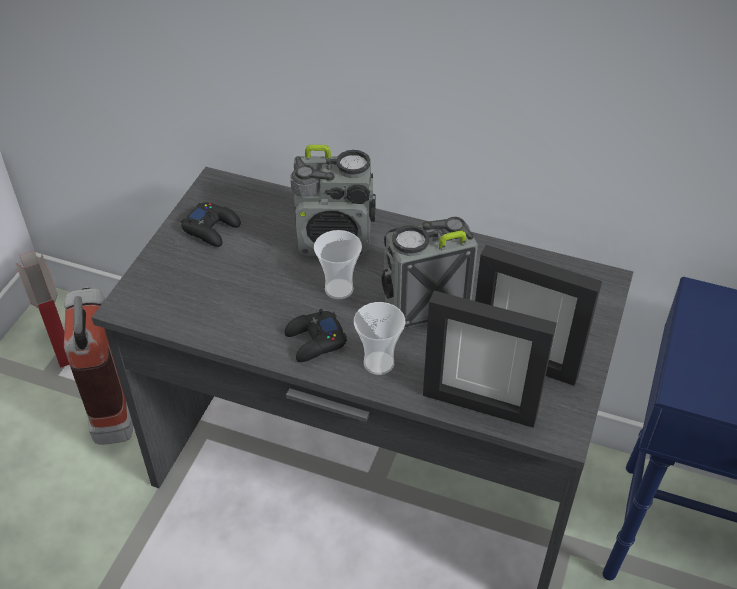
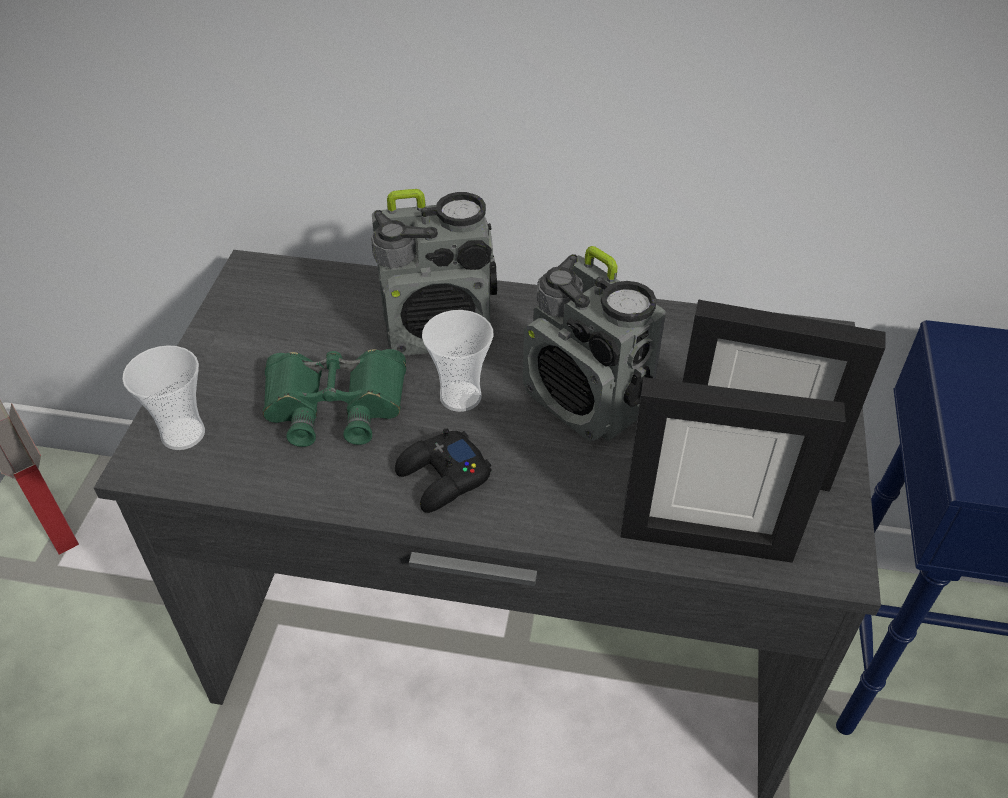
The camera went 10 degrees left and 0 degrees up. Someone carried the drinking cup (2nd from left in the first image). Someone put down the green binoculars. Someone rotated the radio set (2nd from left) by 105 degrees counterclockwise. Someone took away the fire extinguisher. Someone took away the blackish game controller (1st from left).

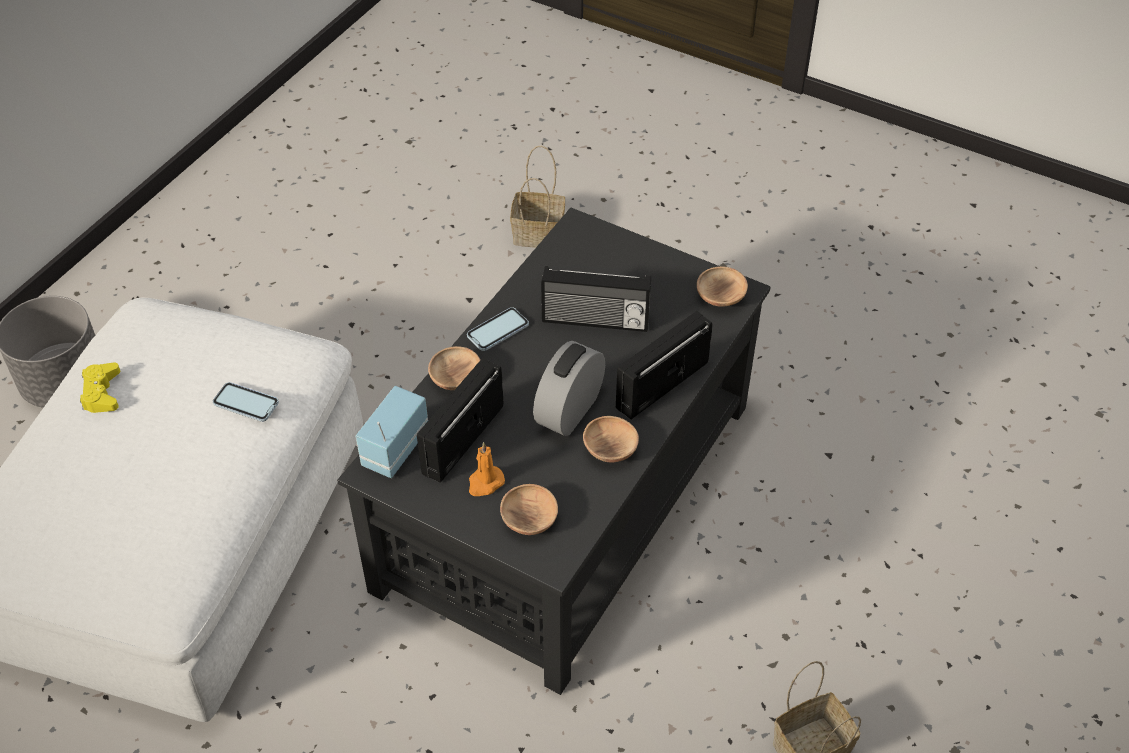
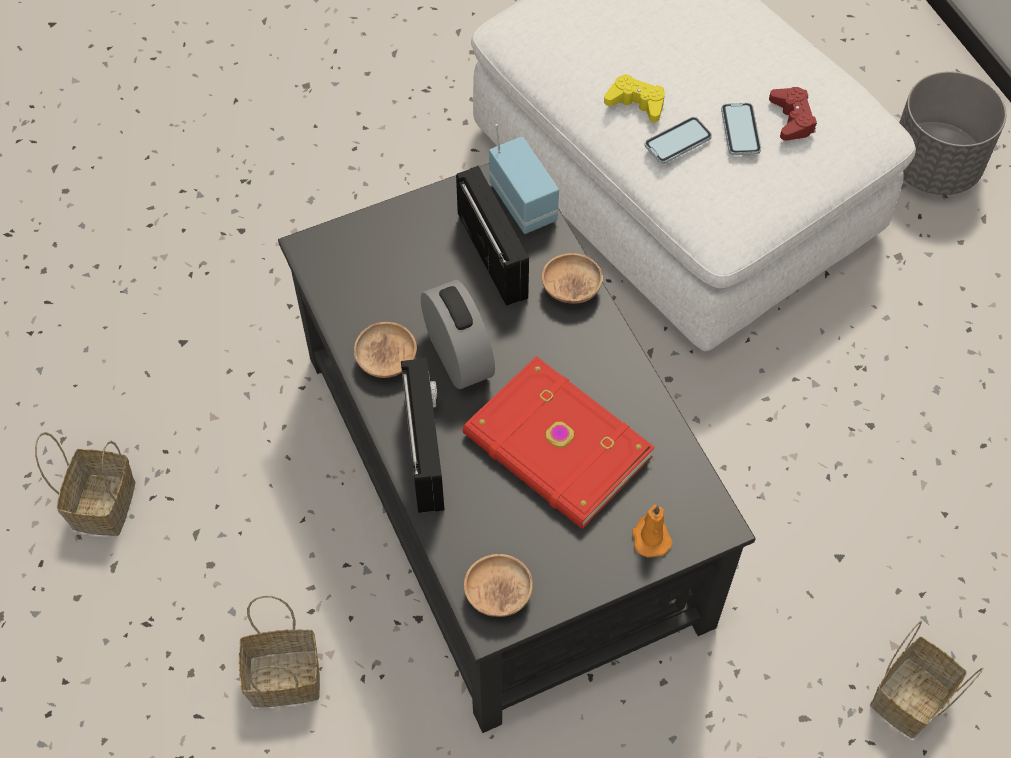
The camera went 125 degrees right and 10 degrees up. Someone put down the storage basket (2nd from left). Someone swapped the radio set (3rd from left) for the red bound book. Someone carried the yellow game controller. Someone carried the orange wax light. Someone carried the handset (2nd from left). Someone put down the red game controller. Someone took away the brown bowl (2nd from left).

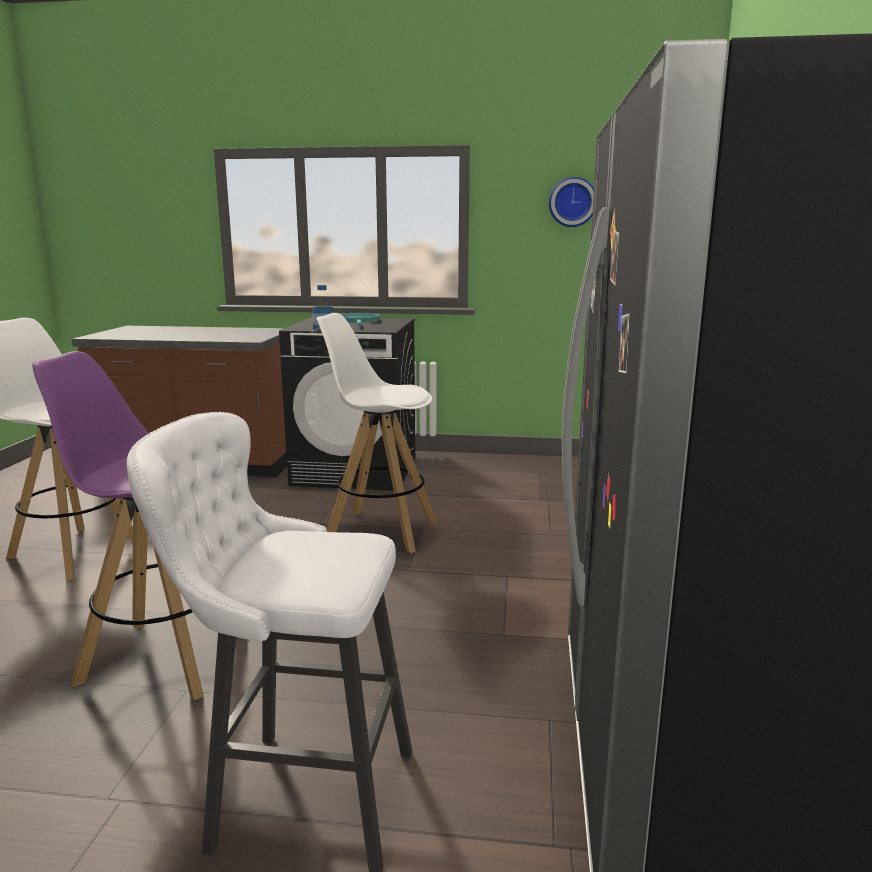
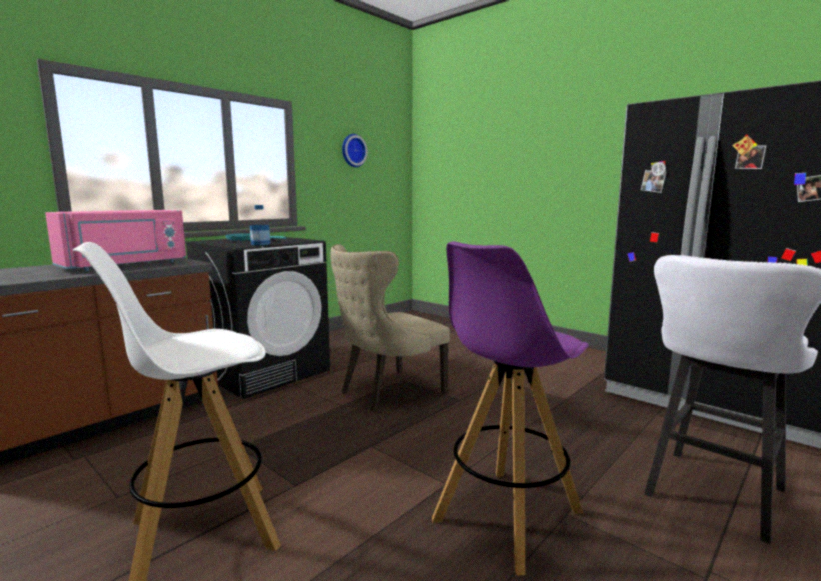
The camera went 55 degrees left and 5 degrees down. Someone put down the pink microwave. Someone swapped the white stool (3rd from left) for the beige upright chair.

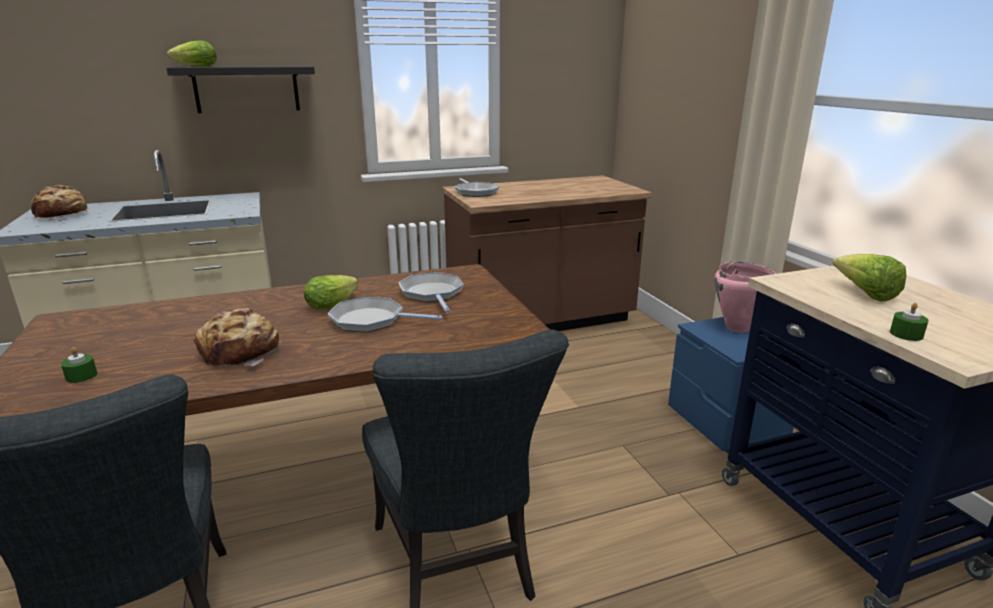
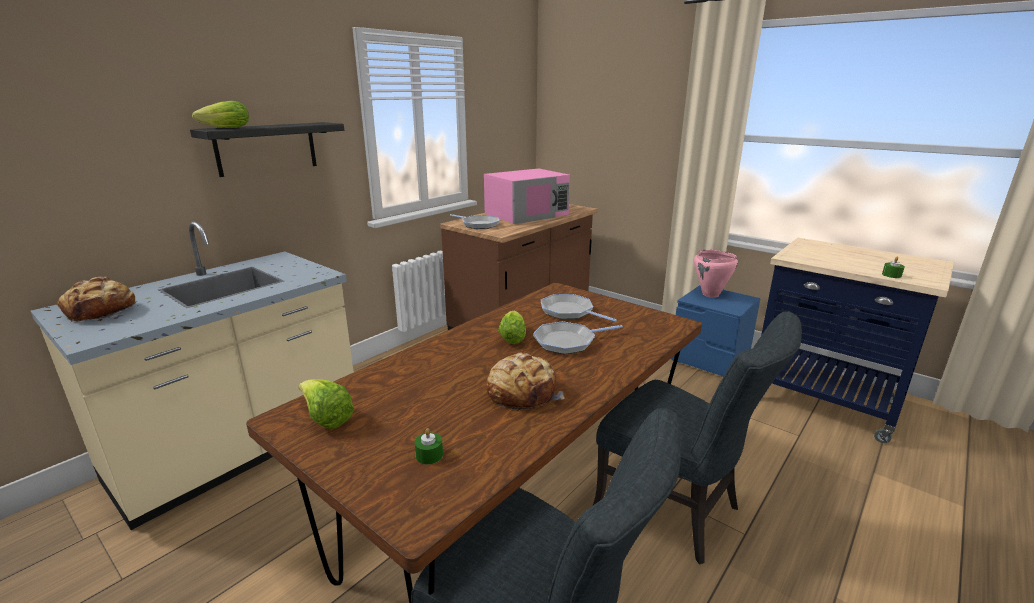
The camera went 30 degrees left and 0 degrees up. Someone carried the lettuce head (3rd from left in the first image). Someone put down the pink microwave.

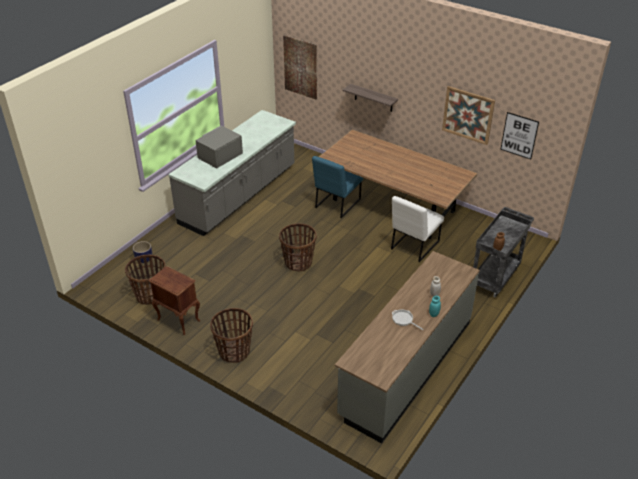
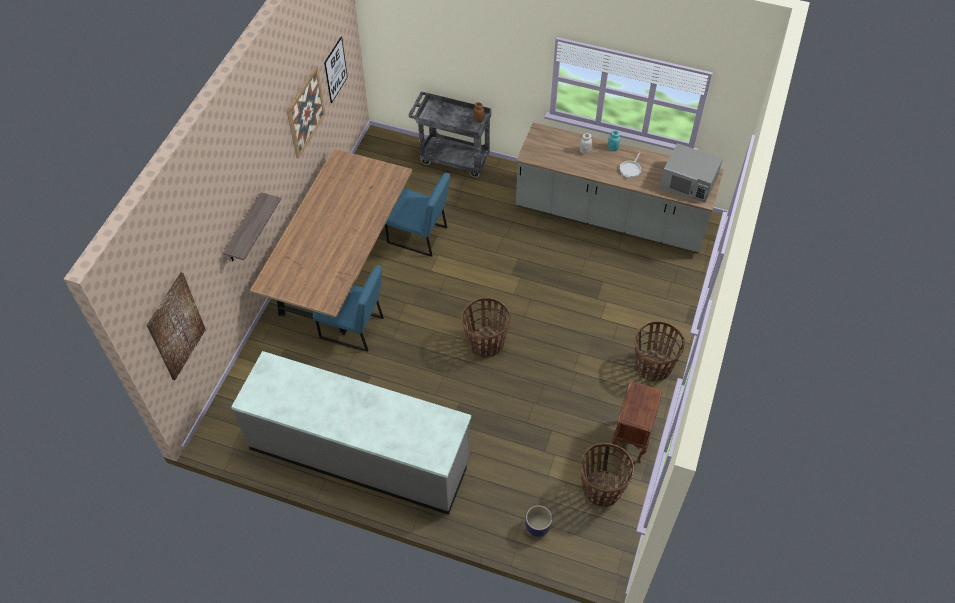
The camera went 105 degrees left and 15 degrees up. Someone repainted the white upright chair, which became the blue-coloured upright chair (2nd from left). Someone carried the greyish microwave.

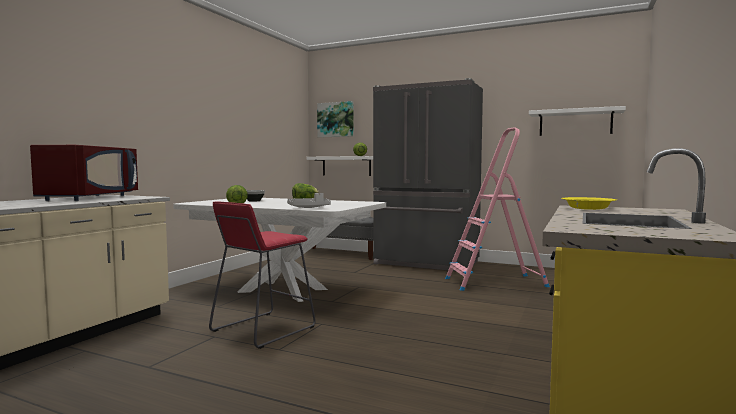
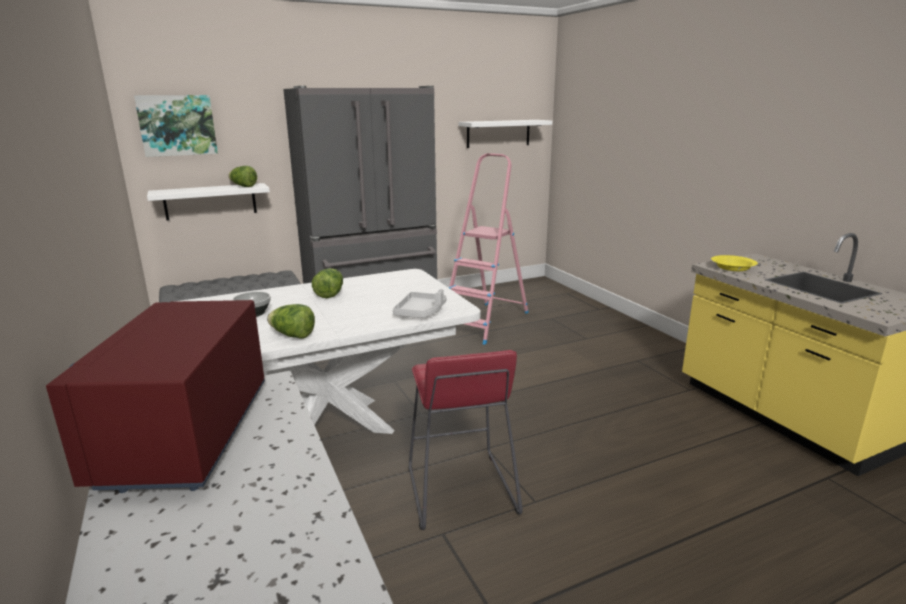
The camera went 50 degrees left and 15 degrees up. Someone rotated the red microwave by 135 degrees counterclockwise.

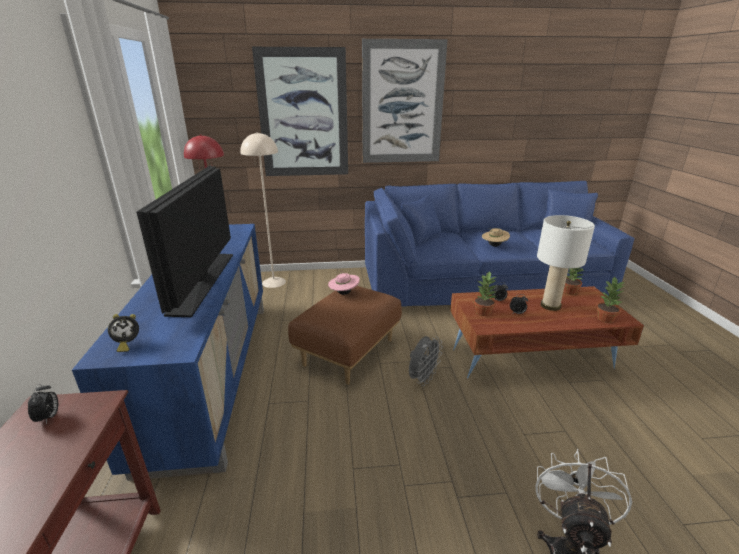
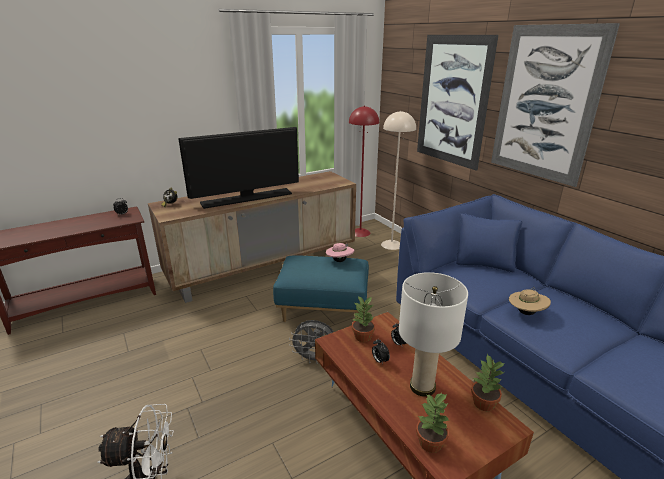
The camera went 65 degrees right and 0 degrees up. Someone repainted the blue-coloured tv stand, which became the brown tv stand. Someone repainted the brown footrest, which became the blue-coloured footrest.

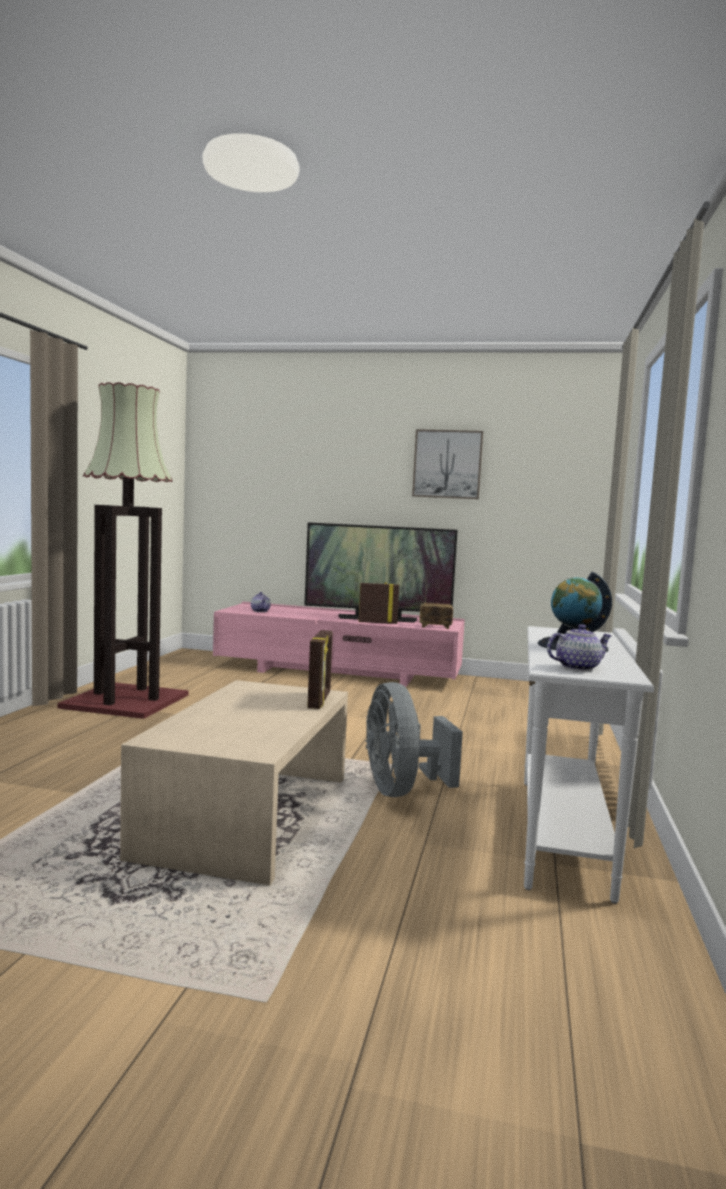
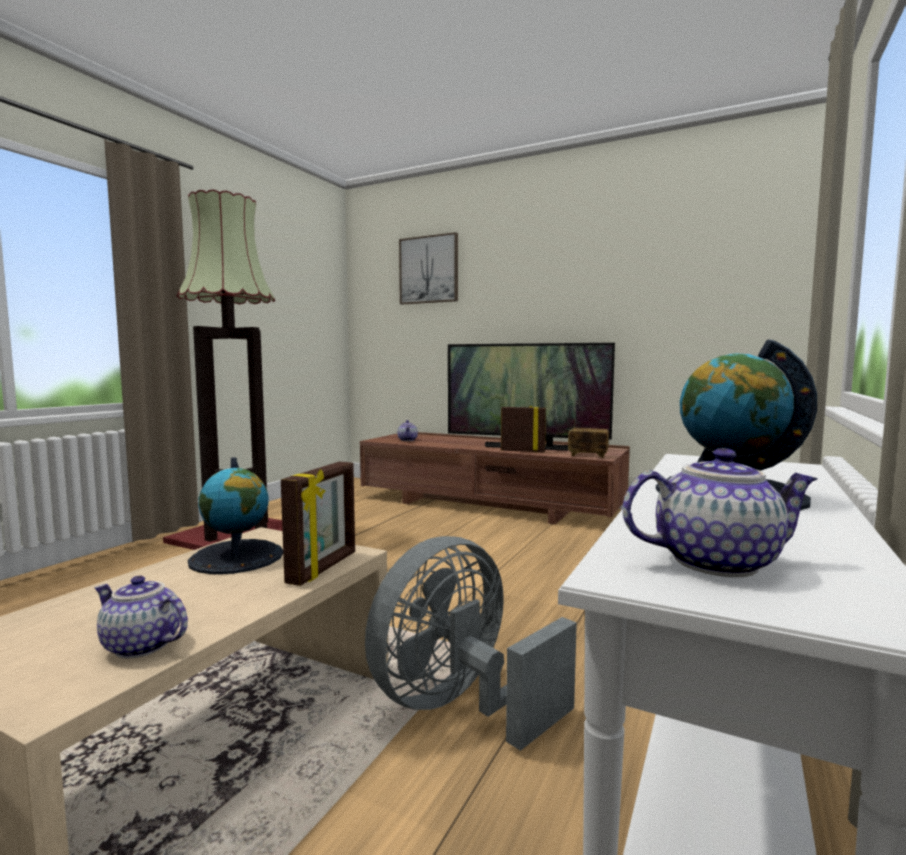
The camera went 15 degrees right and 0 degrees up. Someone put down the teapot (1st from left). Someone put down the globe (1st from left). Someone repainted the pink tv stand, which became the brown tv stand. Someone rotated the greyish fan by 45 degrees clockwise. Someone carried the wall art.

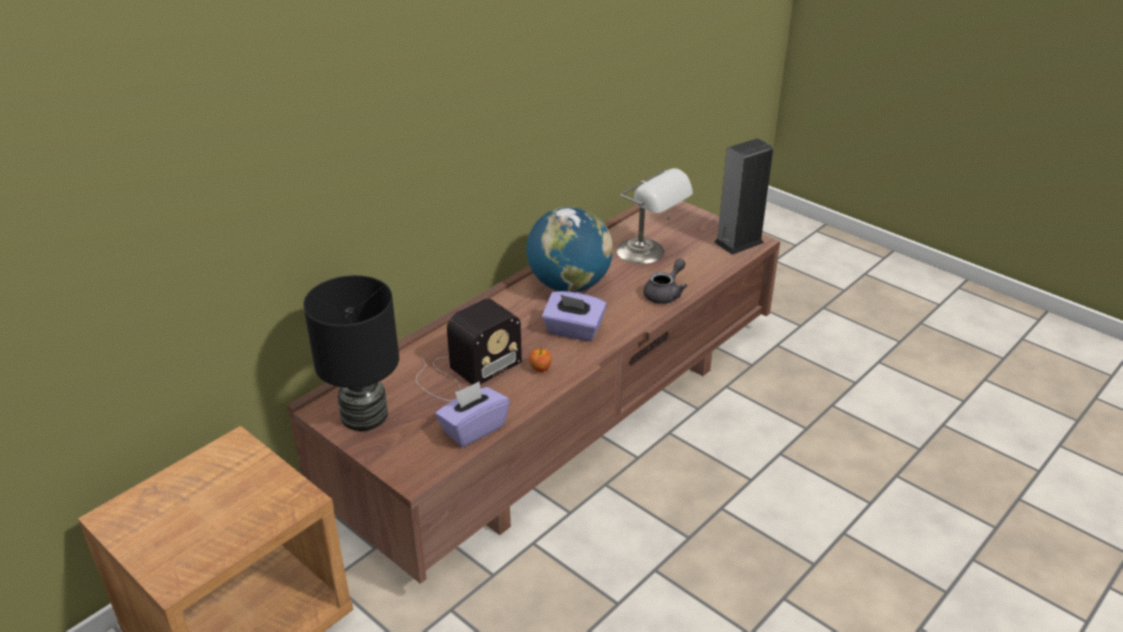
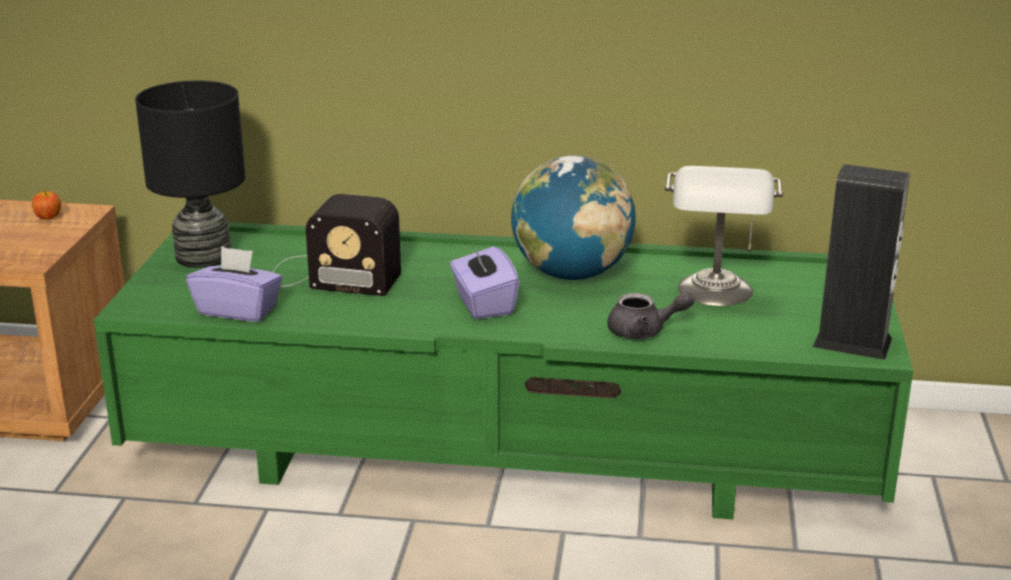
The camera went 55 degrees right and 10 degrees down. Someone carried the apple. Someone repainted the brown tv stand, which became the green tv stand.

